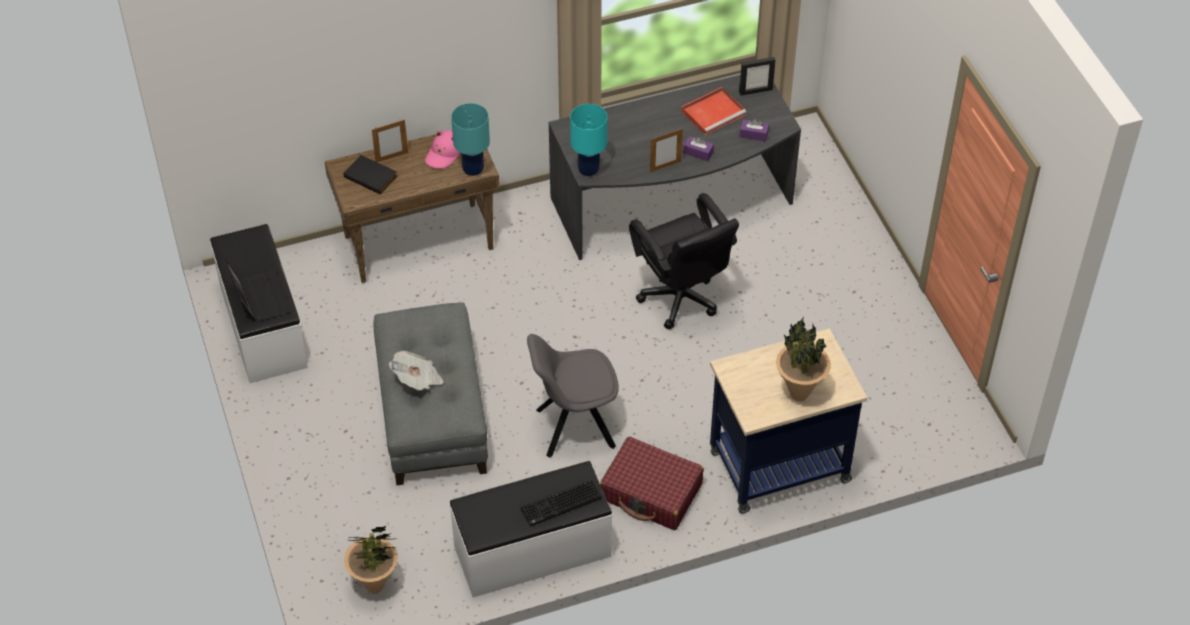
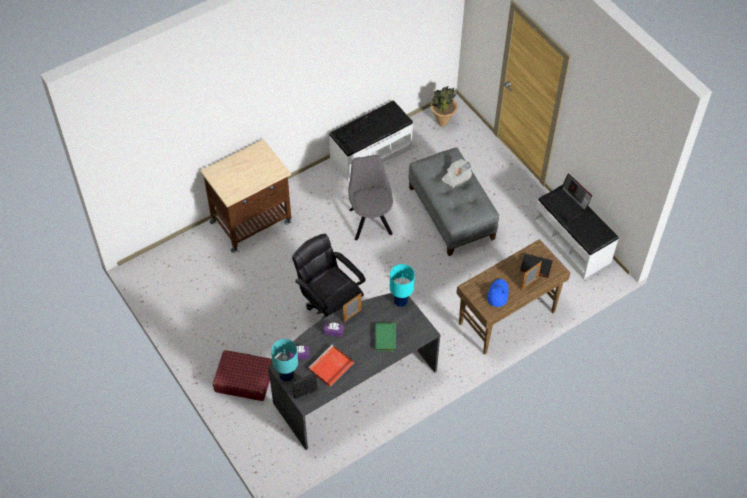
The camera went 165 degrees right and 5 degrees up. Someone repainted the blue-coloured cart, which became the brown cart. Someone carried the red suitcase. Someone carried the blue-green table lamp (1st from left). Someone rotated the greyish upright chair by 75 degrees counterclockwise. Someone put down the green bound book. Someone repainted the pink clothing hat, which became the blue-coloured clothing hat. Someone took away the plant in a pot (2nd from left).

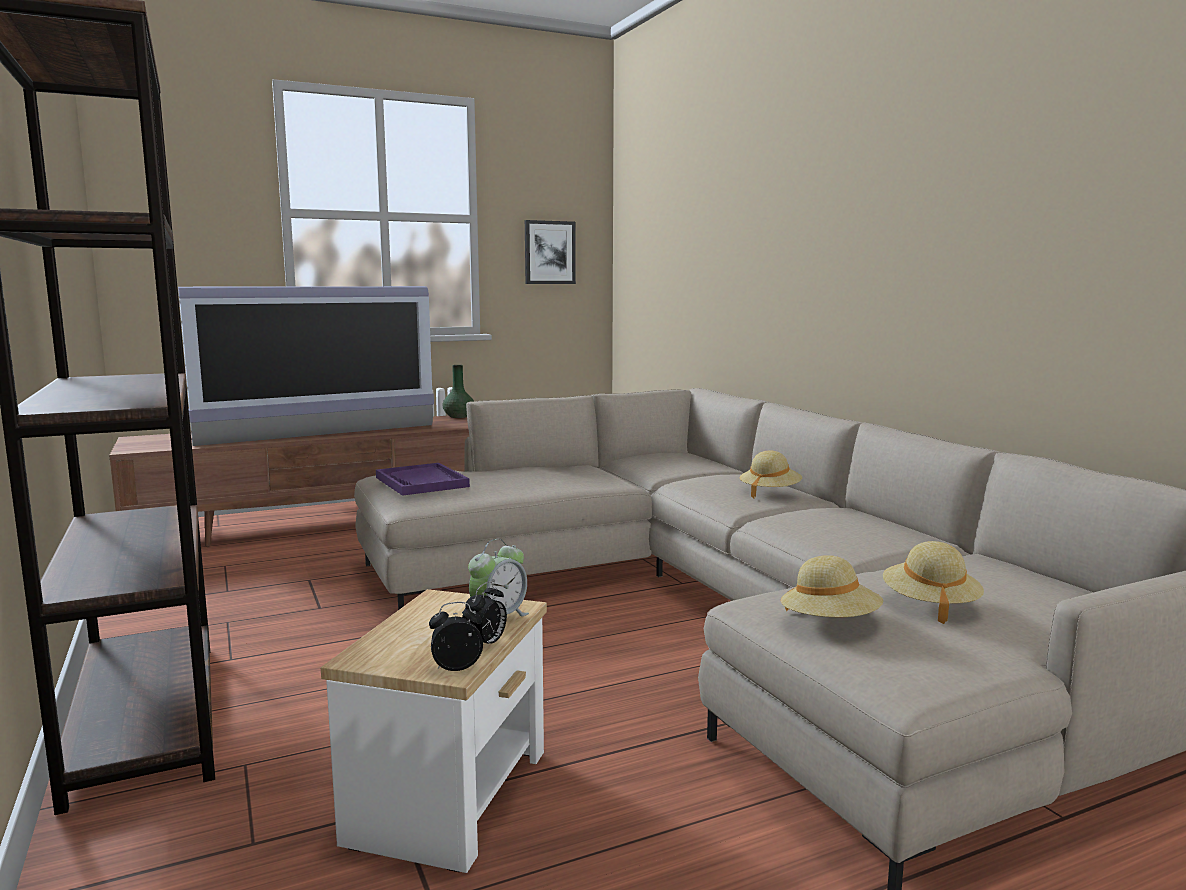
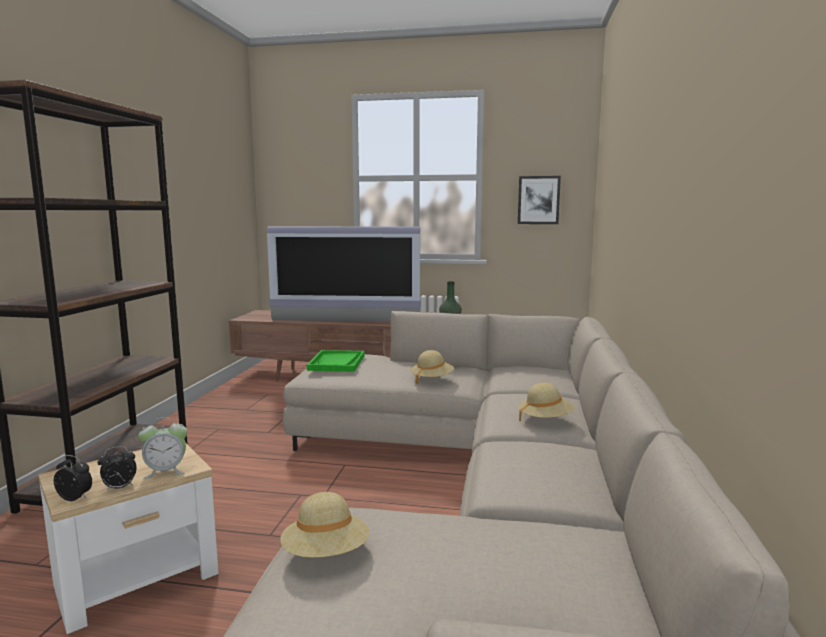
The camera went 35 degrees right and 0 degrees up. Someone repainted the purplish serving tray, which became the green serving tray. Someone carried the beige clothing hat (3rd from left in the first image).

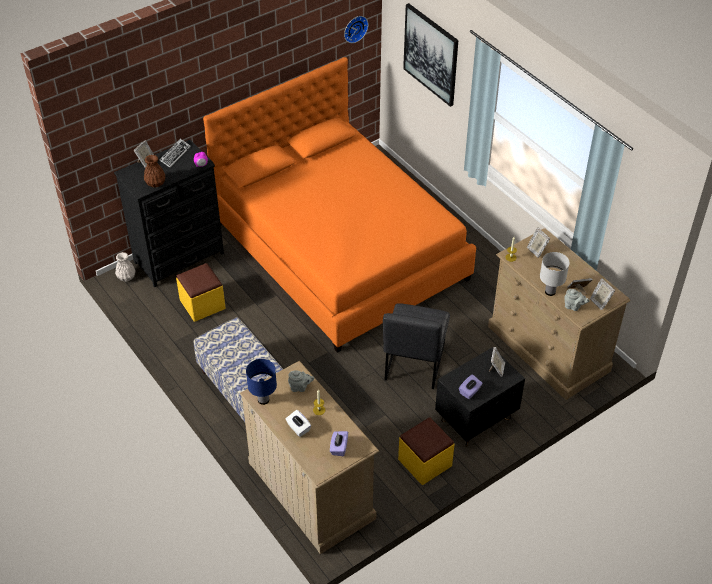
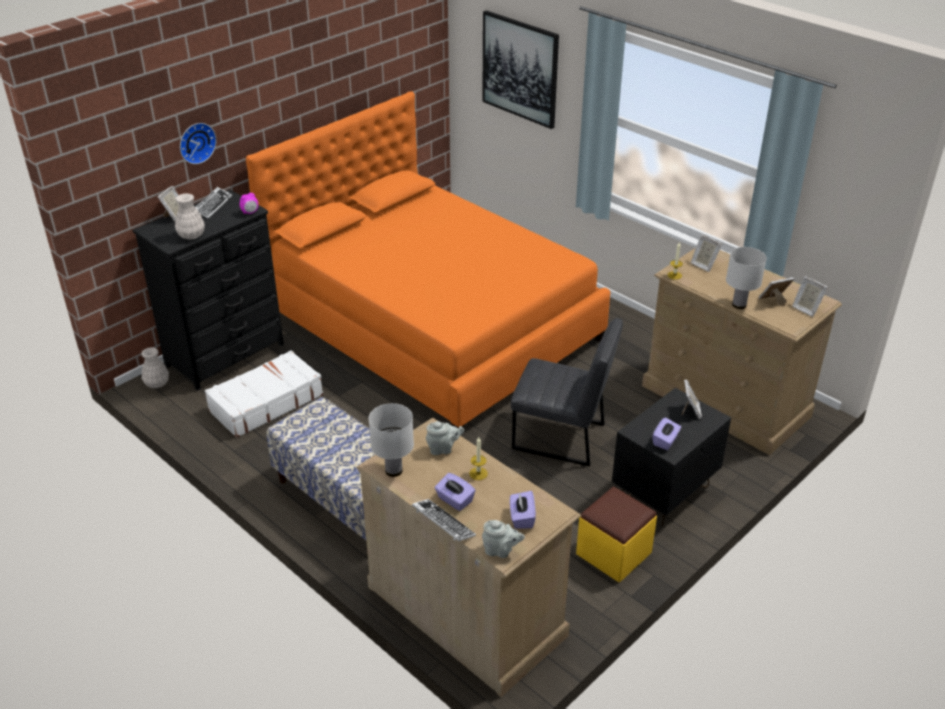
The camera went 10 degrees left and 10 degrees down. Someone repainted the brown flower vase, which became the white flower vase (2nd from left). Someone carried the hanging clock. Someone swapped the yellow footrest (1st from left) for the white suitcase. Someone repainted the blue-coloured table lamp, which became the white table lamp (1st from left). Someone put down the keyboard (2nd from left). Someone repainted the white box of tissues, which became the purplish box of tissues (1st from left). Someone carried the greyish teapot (2nd from left). Someone rotated the greyish upright chair by 75 degrees counterclockwise.

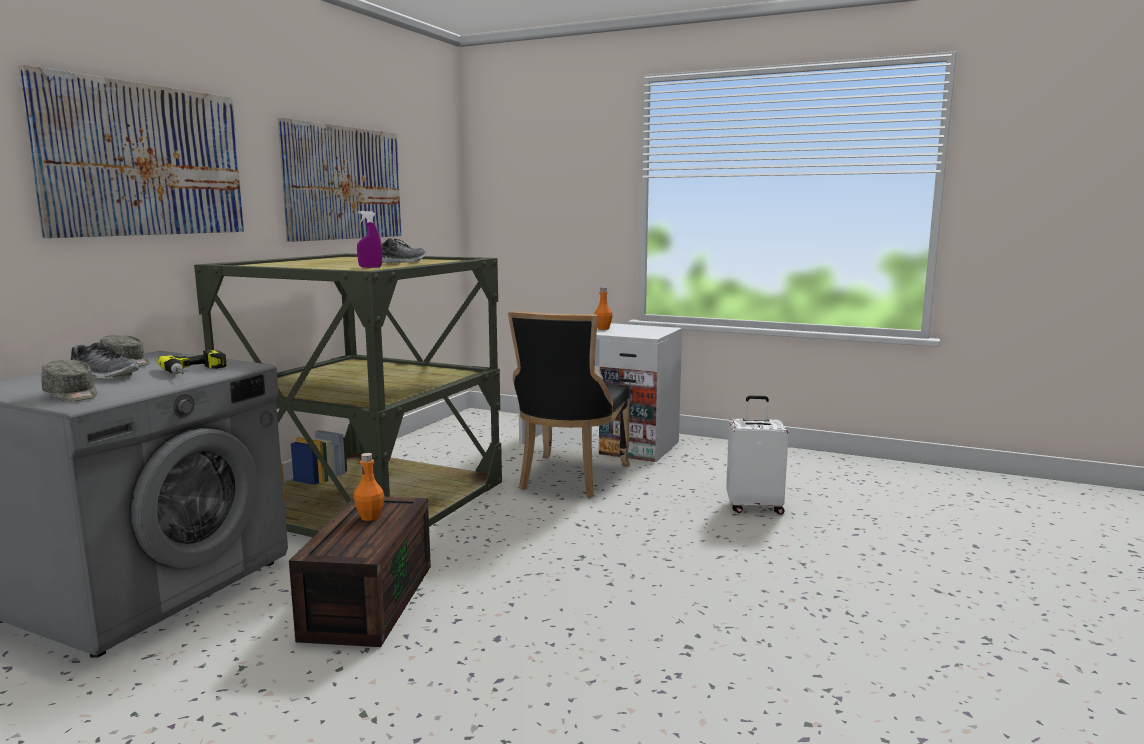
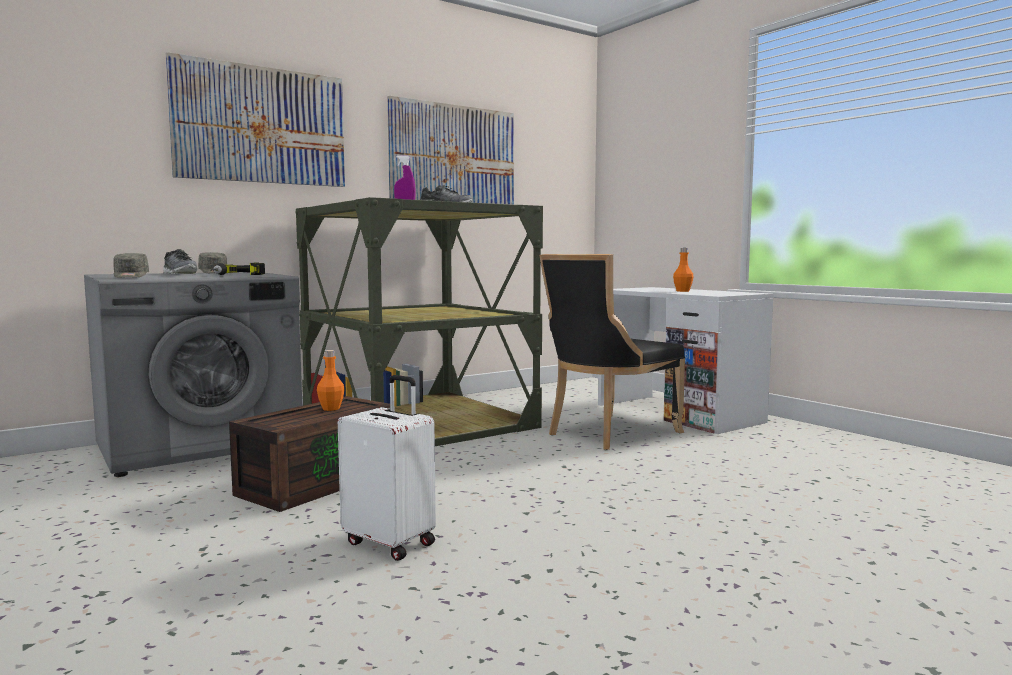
The camera went 30 degrees right and 5 degrees down. Someone carried the white suitcase.

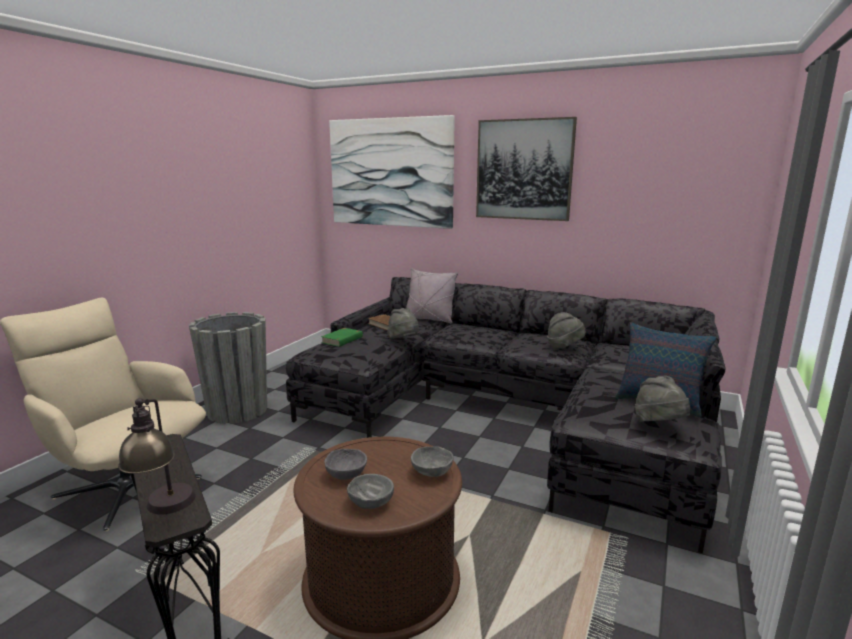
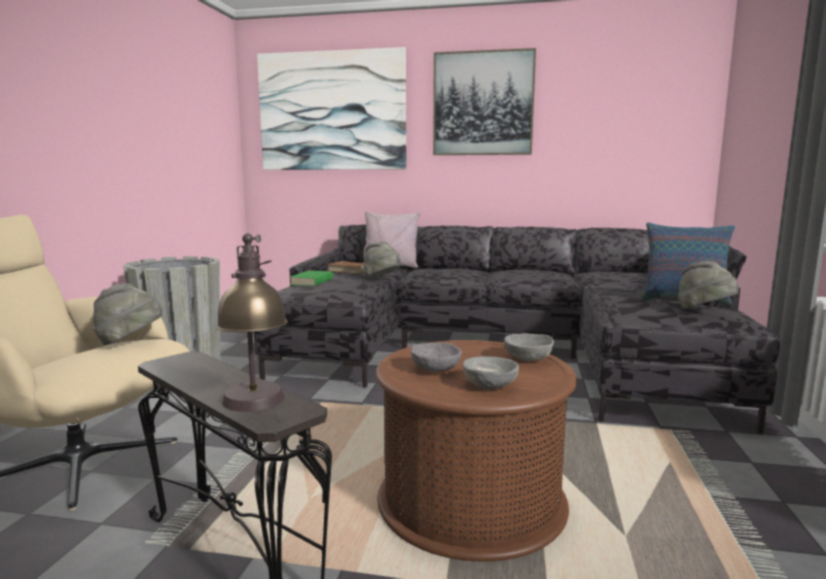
The camera went 15 degrees left and 5 degrees down. Someone carried the greyish clothing hat (2nd from left in the first image).

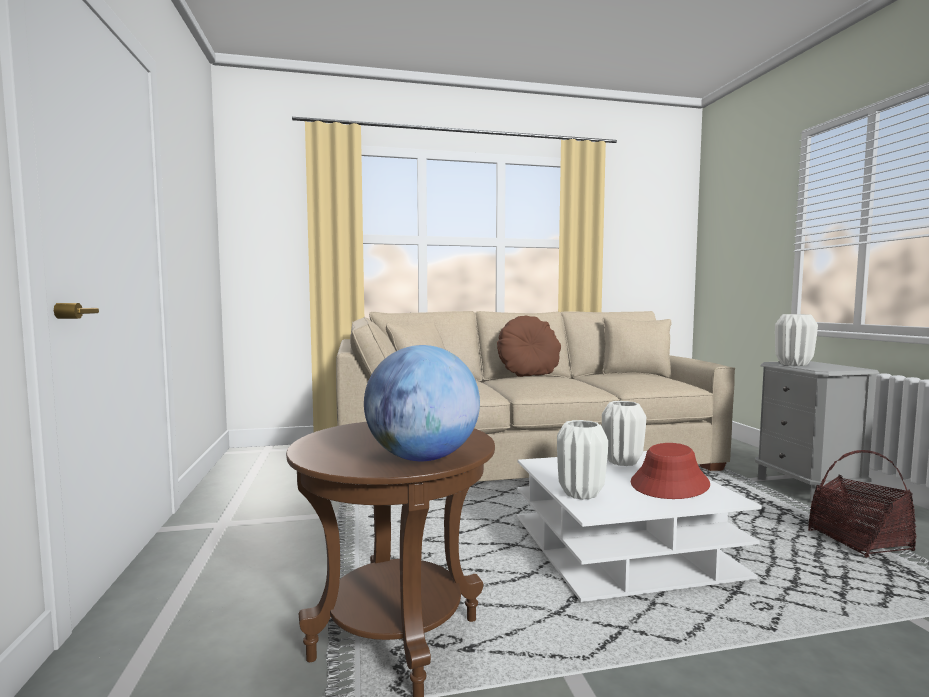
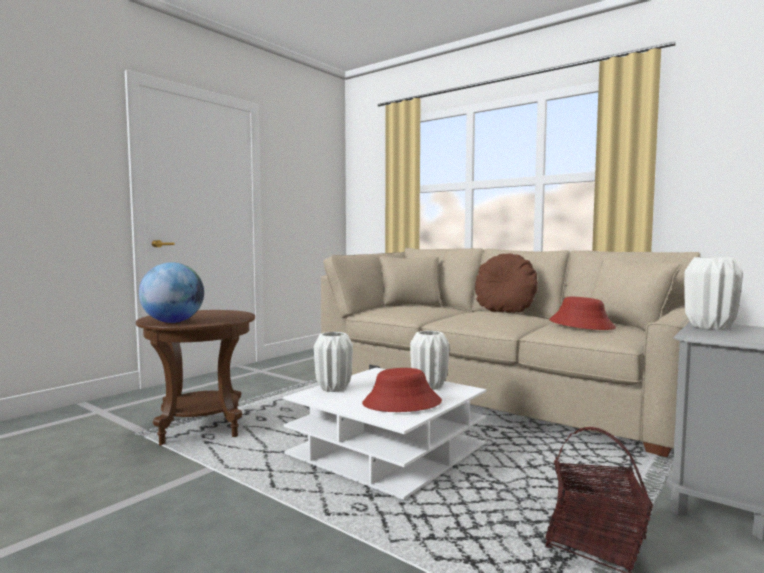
The camera went 50 degrees right and 0 degrees up. Someone put down the red clothing hat (2nd from left).

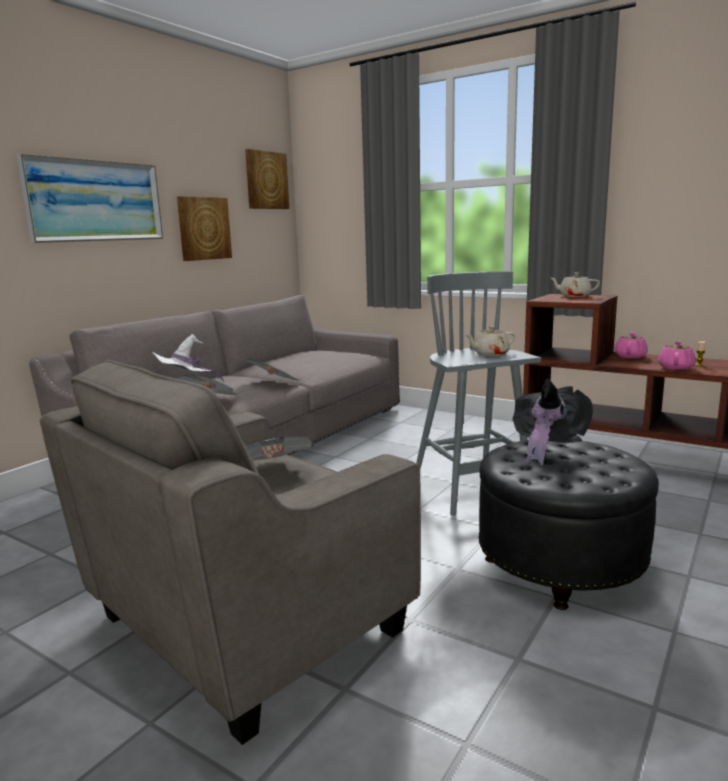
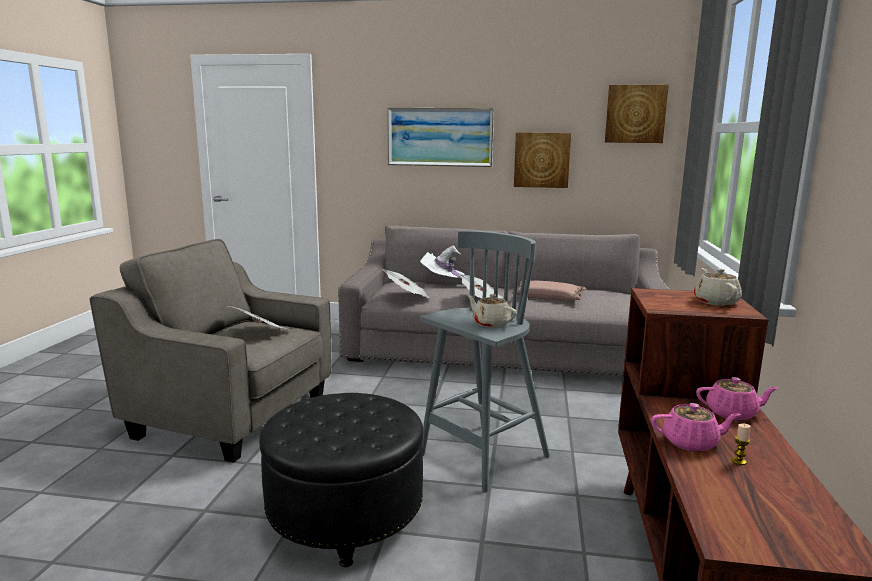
The camera went 65 degrees right and 0 degrees up. Someone put down the beige pillow. Someone took away the blackish clothing hat.

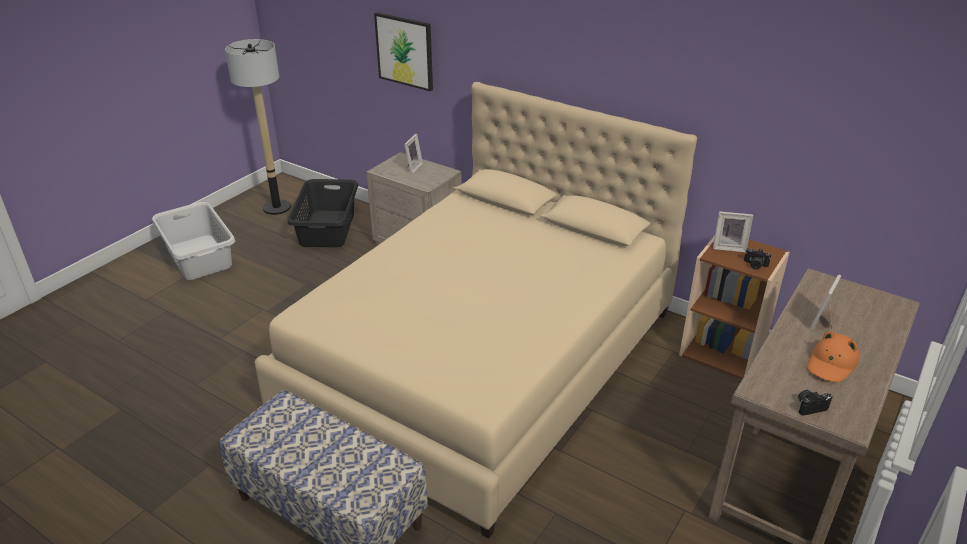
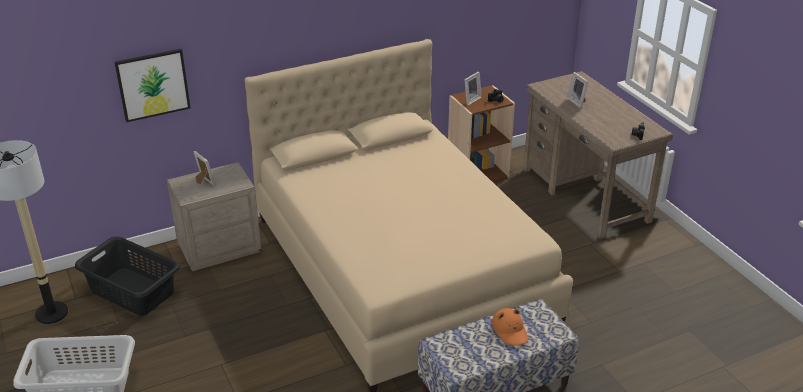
The camera went 60 degrees left and 0 degrees up. Someone carried the orange clothing hat.

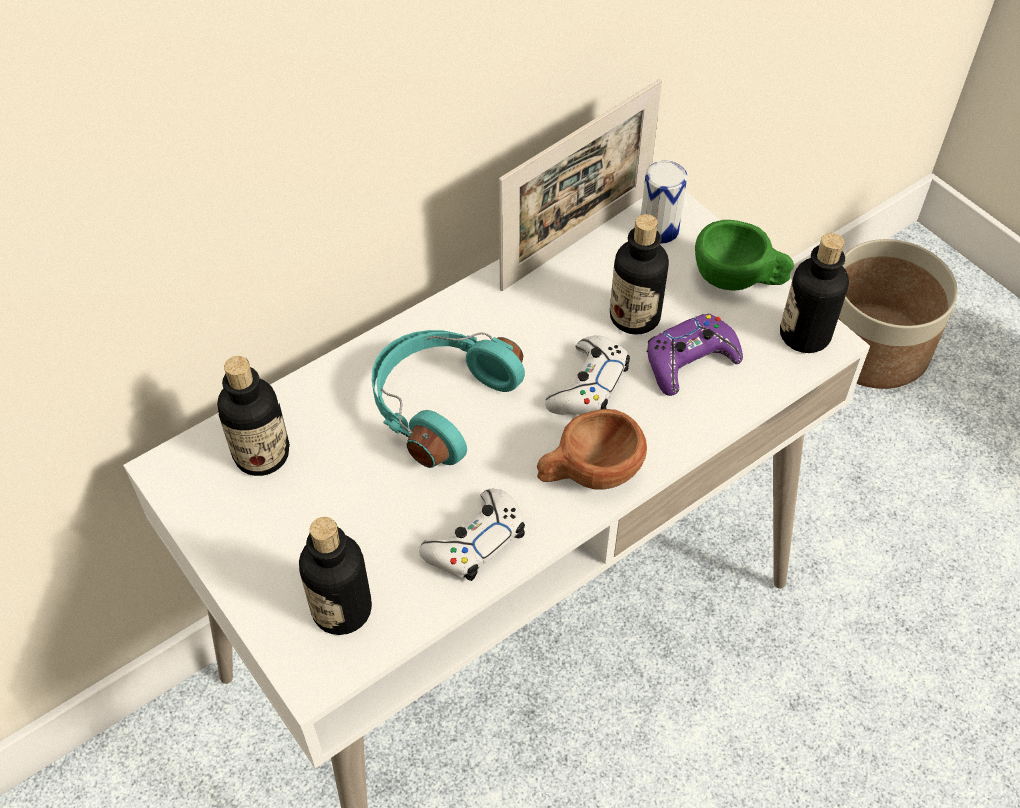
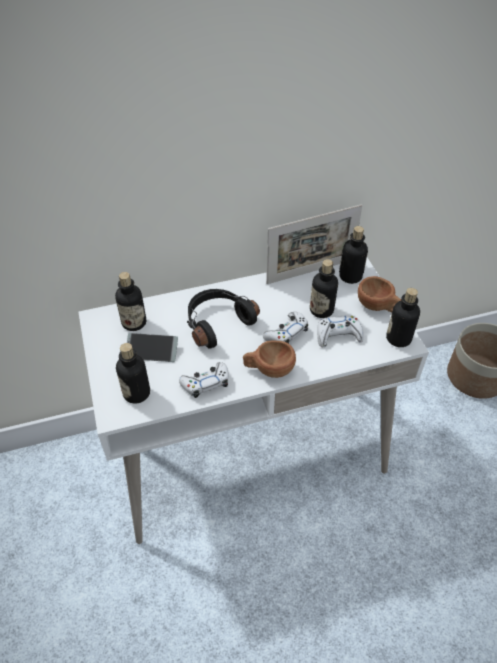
The camera went 20 degrees right and 5 degrees down. Someone put down the handset. Someone repainted the blue-green headset, which became the blackish headset. Someone repainted the purplish game controller, which became the white game controller (3rd from left). Someone swapped the metal can for the beverage bottle (4th from left). Someone repainted the green drinking cup, which became the brown drinking cup (2nd from left).

